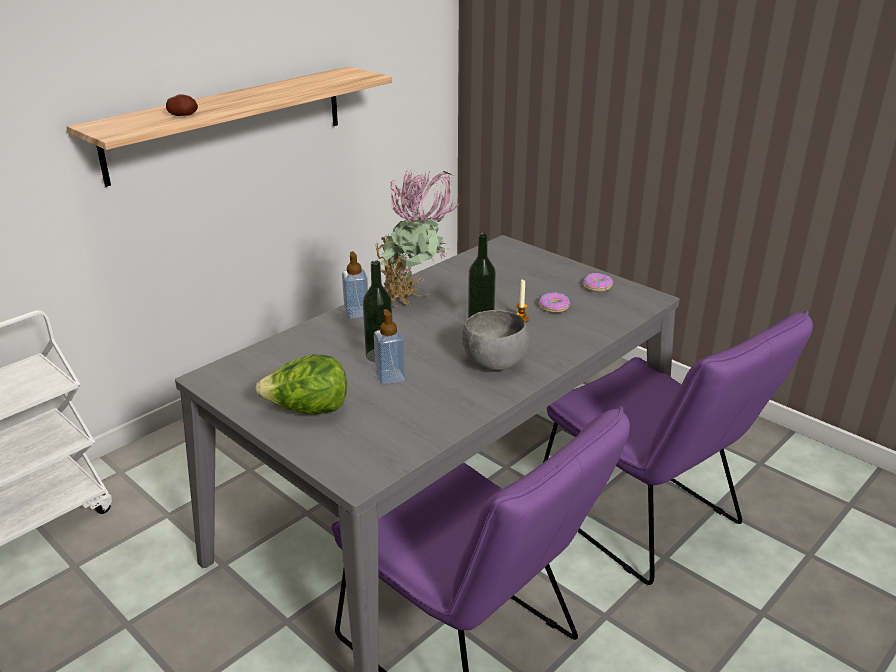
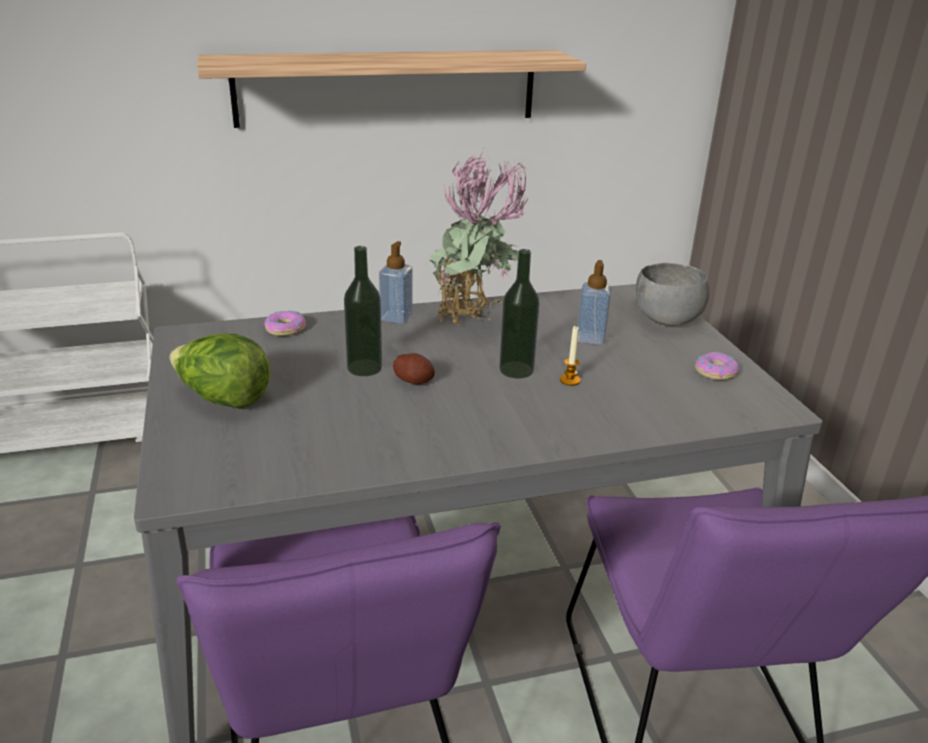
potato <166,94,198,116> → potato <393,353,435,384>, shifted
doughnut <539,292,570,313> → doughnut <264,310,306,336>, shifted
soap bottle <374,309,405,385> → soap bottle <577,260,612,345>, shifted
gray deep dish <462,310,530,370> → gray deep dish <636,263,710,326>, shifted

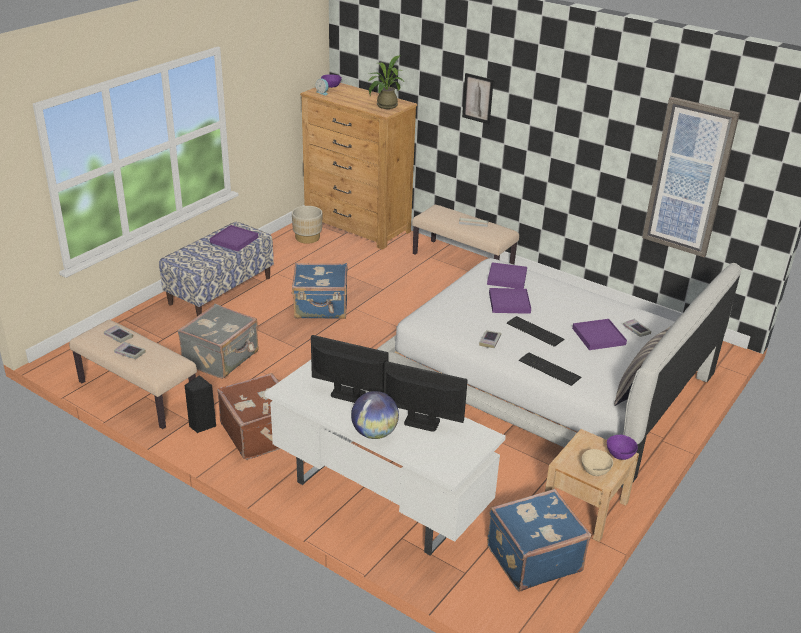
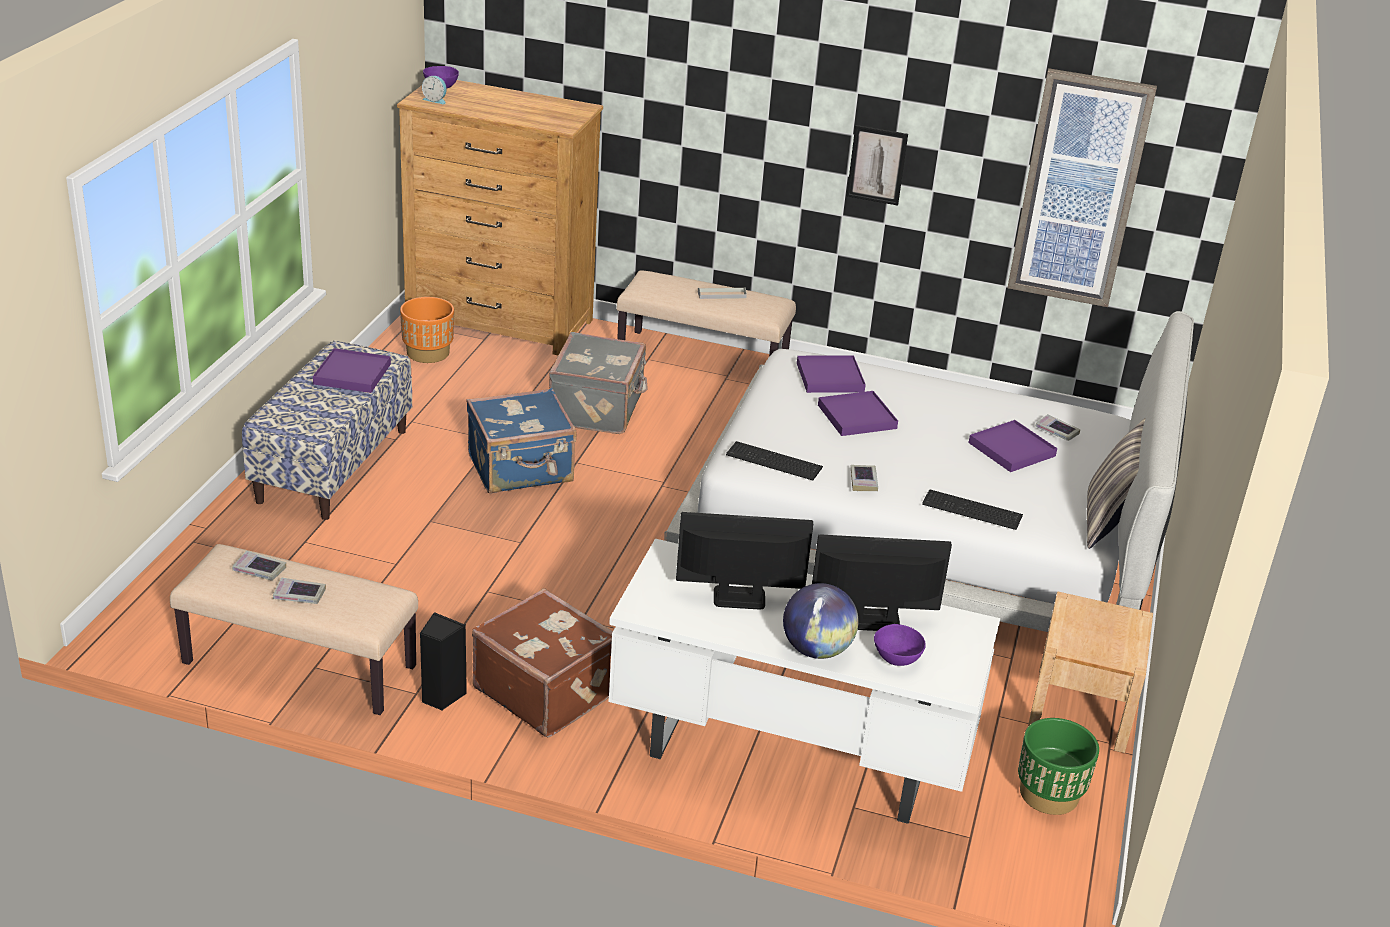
plant in a pot <369,55,406,109> → -
wall picture <462,73,494,124> → wall picture <847,125,908,206>, shifted
sand-coloured planter <292,206,322,244> → orangey planter <400,297,454,363>
gray piece of luggage <178,304,259,379> → gray piece of luggage <549,332,647,434>, shifted
keyboard <507,316,565,347> → keyboard <726,441,823,480>, shifted
purple-coloured deep dish <607,435,638,460> → purple-coloured deep dish <874,624,926,666>, shifted
sand-coloured deep dish <582,449,613,476> → -
blue piece of luggage <487,489,591,592> → green planter <1018,718,1099,815>

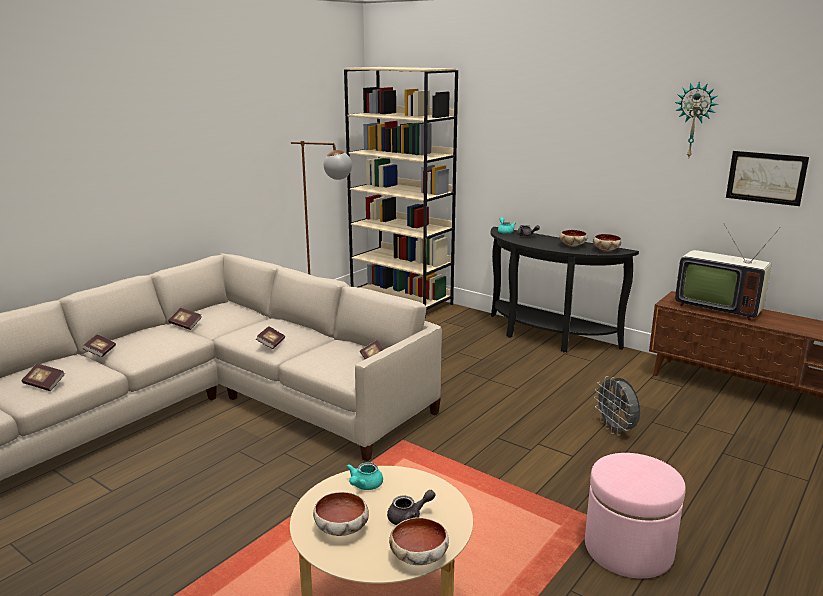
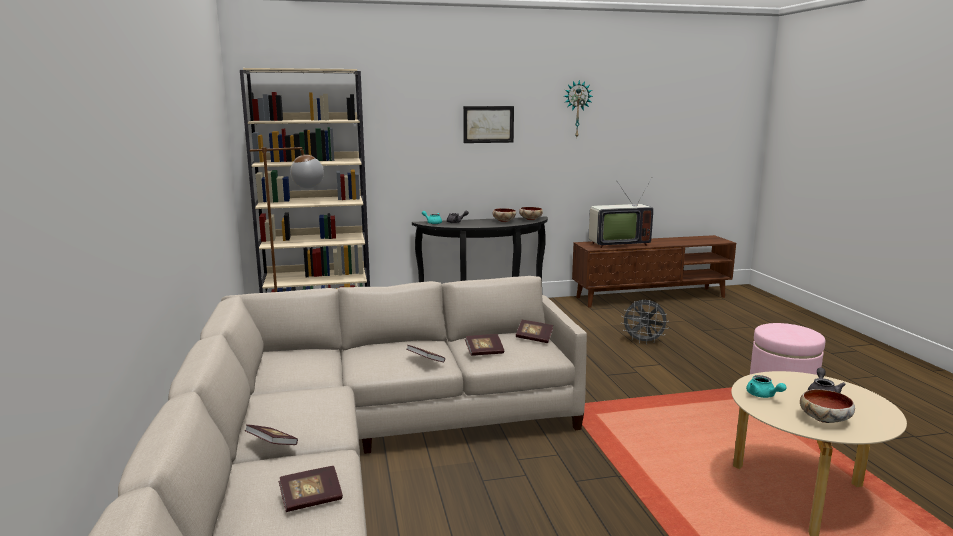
wall picture <726,151,809,206> → wall picture <463,106,514,143>, shifted
volume <168,308,202,330> → volume <465,334,504,356>, shifted
deep dish <389,517,449,565> → -

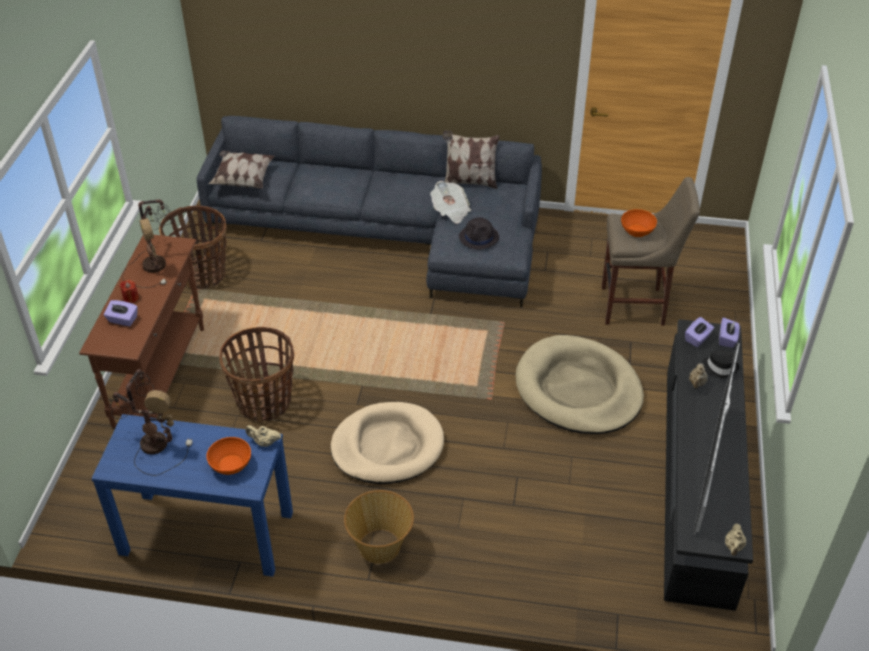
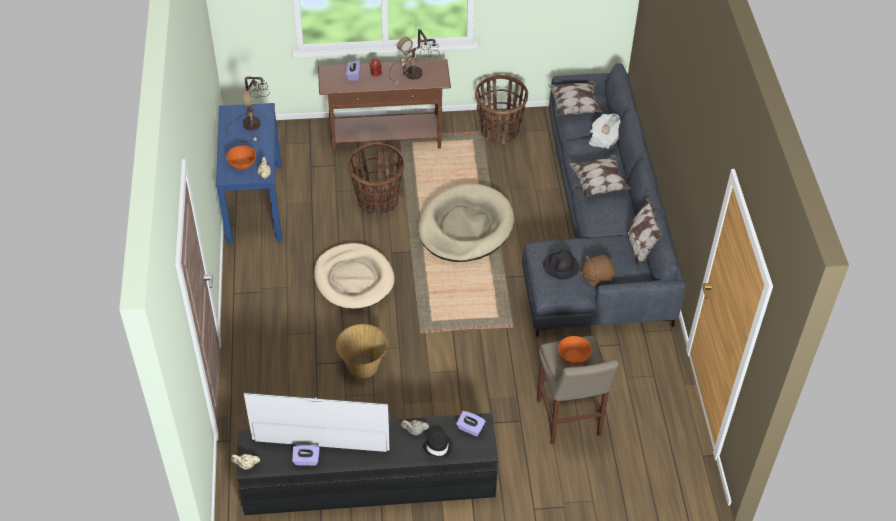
newspaper <430,181,471,224> → newspaper <589,114,621,149>, shifted
purple-coloured box of tissues <719,317,740,348> → purple-coloured box of tissues <292,445,320,466>, shifted
sand-coloured dog cushion <516,335,644,434> → sand-coloured dog cushion <418,183,514,262>, shifted
storage basket <344,490,414,564> → storage basket <336,324,388,378>, shifted
- → throw pillow <569,154,631,198>
- → brownish soft toy <580,255,615,286>

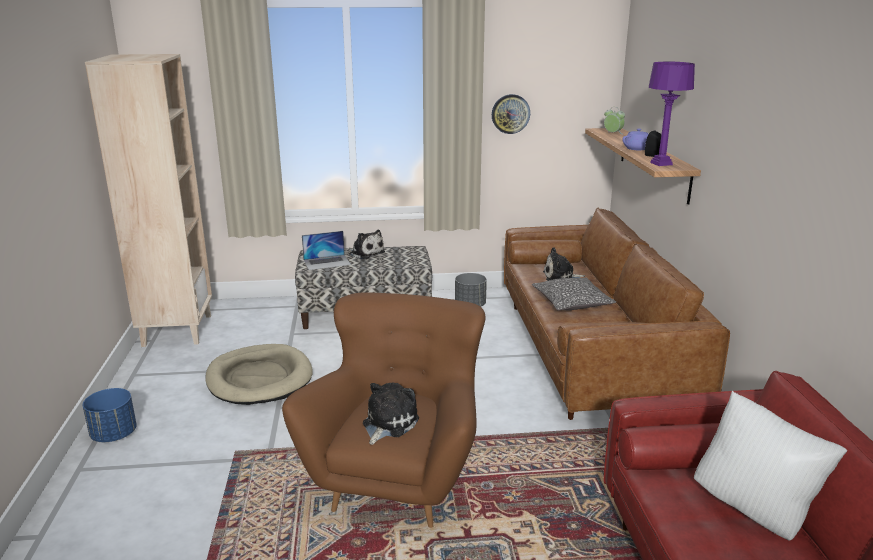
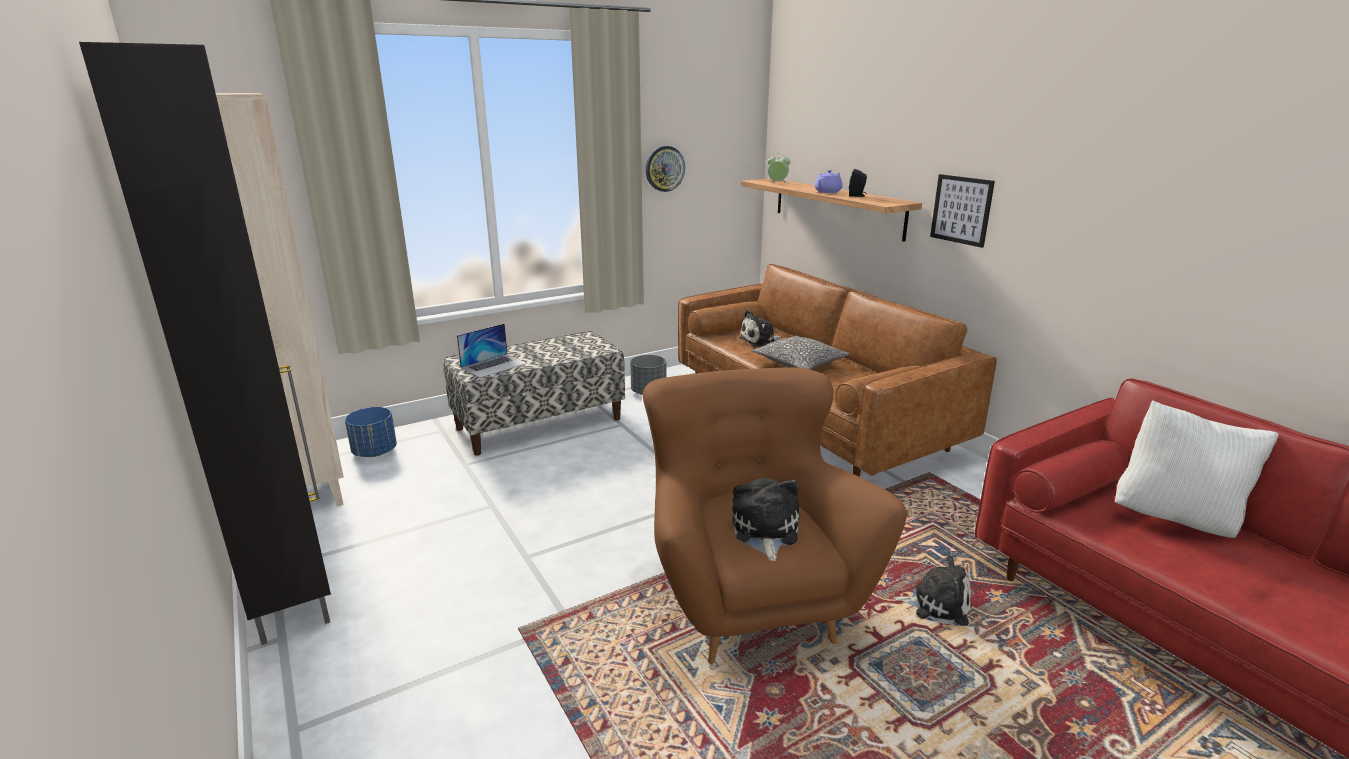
purple-coloured tabletop lamp <649,61,695,166> → -
soft toy <347,230,385,259> → soft toy <893,555,971,626>, shifted
sand-coloured dog cushion <205,344,313,405> → -
blue planter <83,388,137,442> → blue planter <345,407,397,457>, shifted
- → black cabinet <79,42,331,645>
- → wall picture <930,174,995,248>

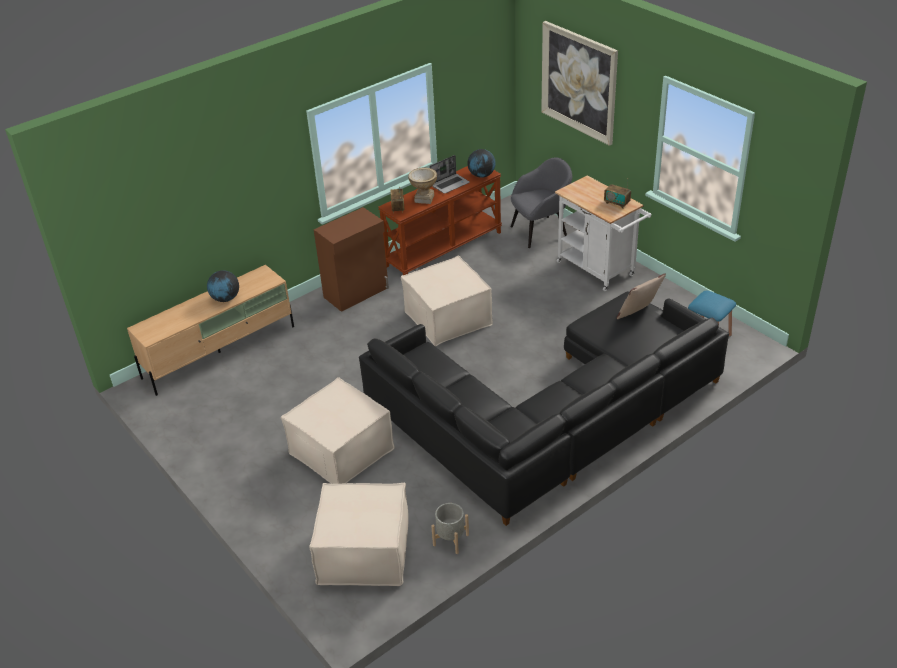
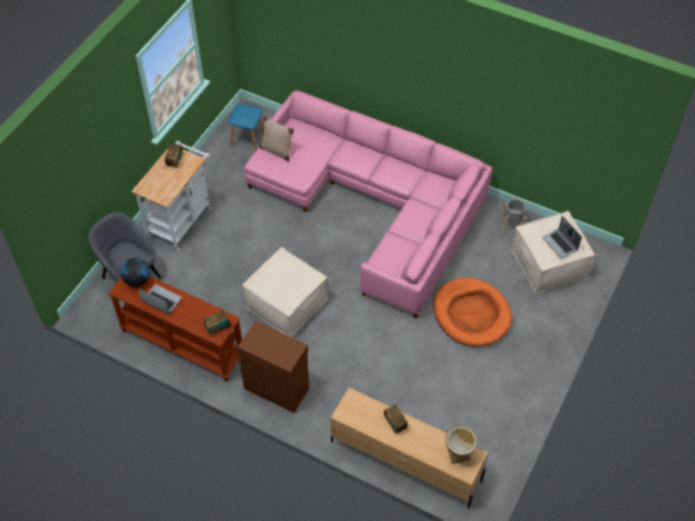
wall picture <541,21,618,146> → -
flower vase <408,168,437,204> → flower vase <445,426,478,464>, shifted
desk globe <207,270,239,302> → radio <384,404,408,434>
black couch <359,291,729,526> → pink-coloured couch <244,90,492,319>
sand-coloured ottoman <281,377,395,484> → orangey dog cushion <433,278,512,347>
- → laptop <542,216,582,259>

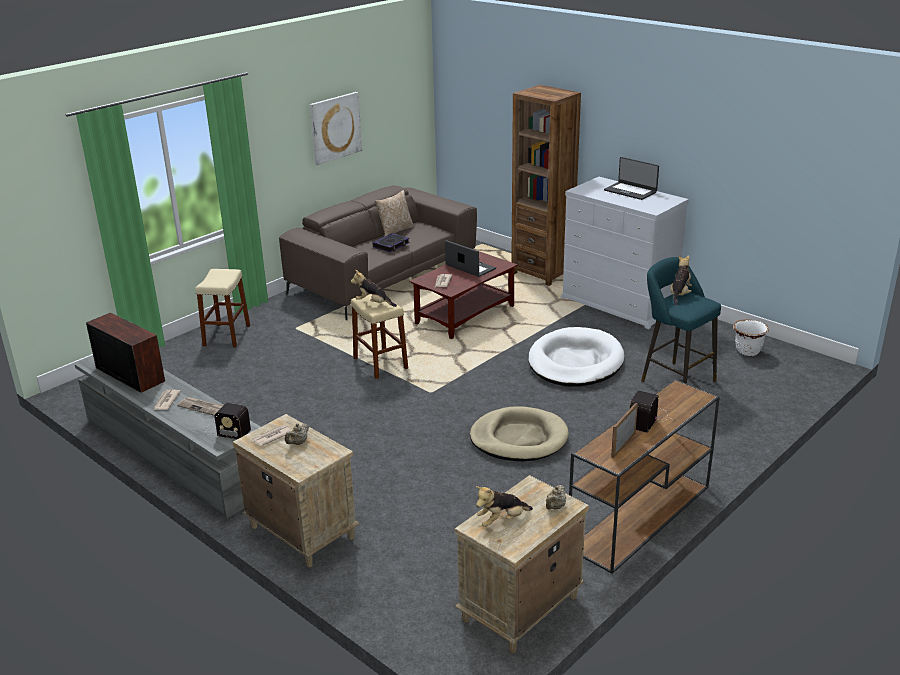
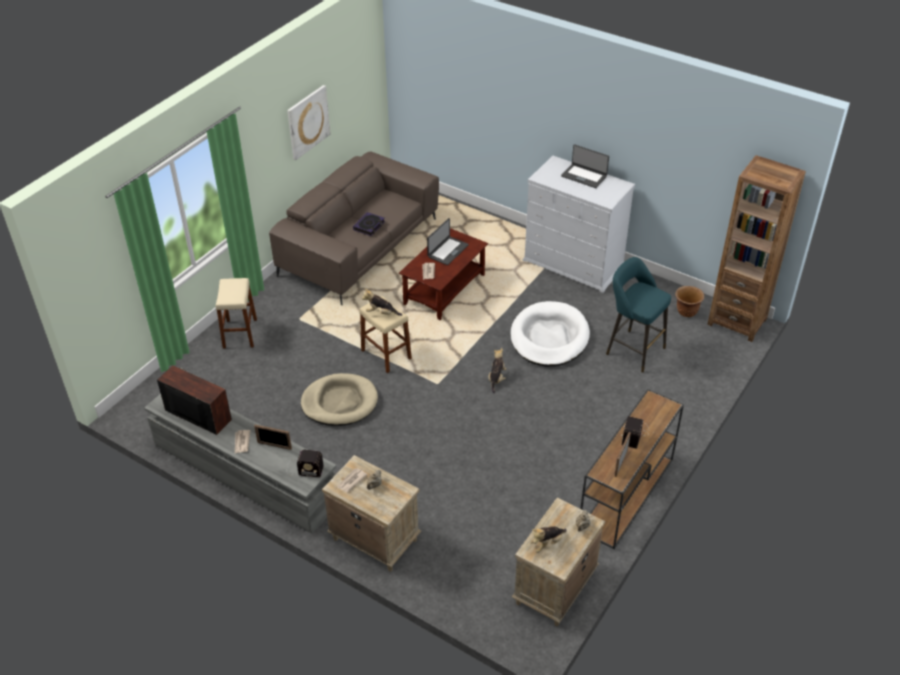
brownish bookshelf <511,85,581,286> → brownish bookshelf <707,155,806,342>, shifted
throw pillow <375,190,415,236> → -
laptop <445,240,496,277> → laptop <427,218,469,265>, 90 degrees clockwise
soft toy <670,255,692,305> → soft toy <488,348,506,394>, shifted
white planter <733,319,769,356> → brownish planter <675,286,704,317>
newspaper <177,397,223,416> → photo frame <254,425,292,450>
sand-coloured dog cushion <470,406,569,461> → sand-coloured dog cushion <301,373,378,426>, shifted

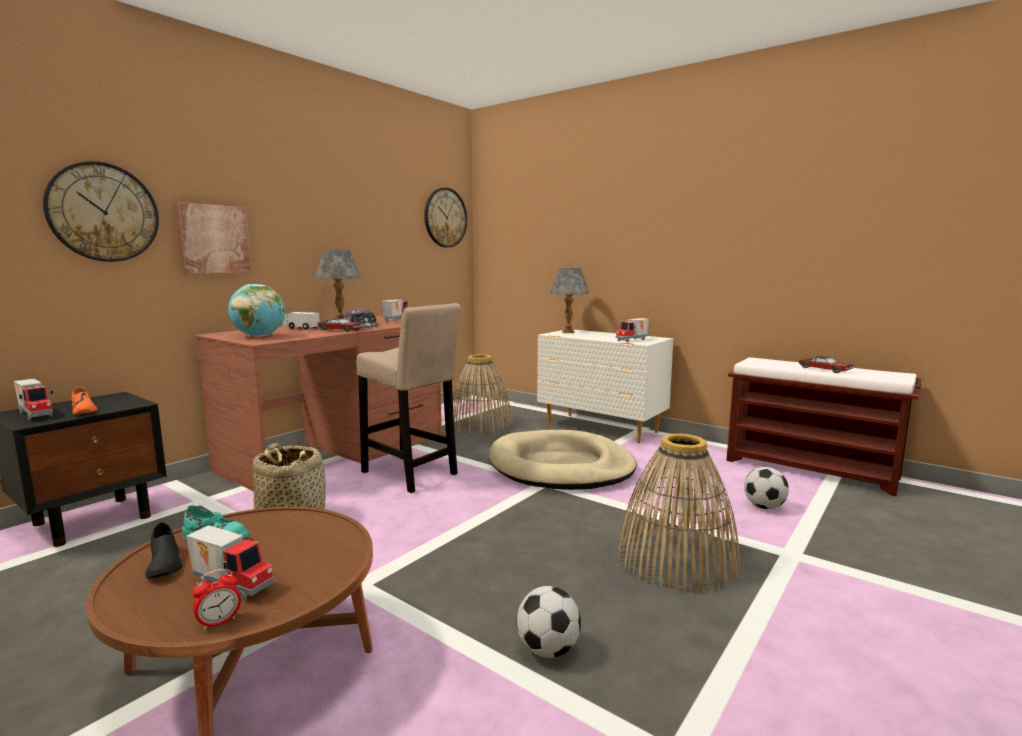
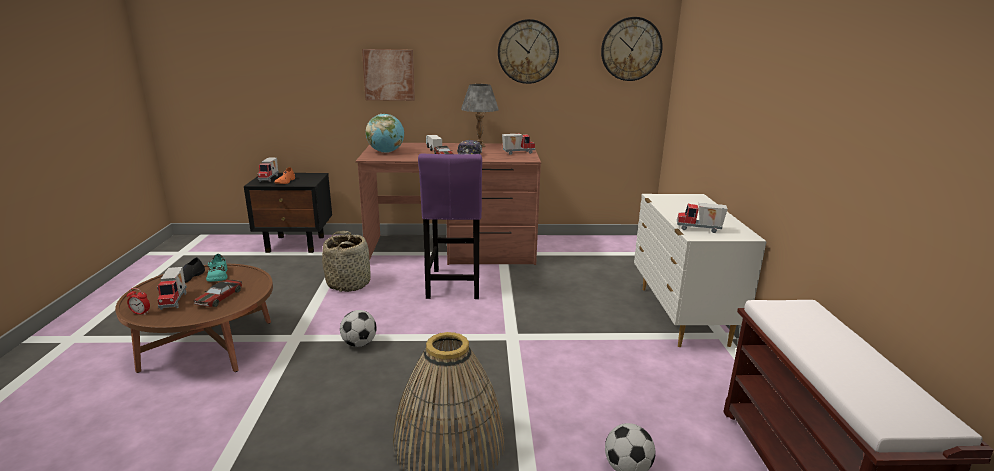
hanging clock <43,161,159,262> → hanging clock <498,19,559,84>, shifted
gray tabletop lamp <550,268,589,333> → -
sand-coloured sitting stool <356,303,461,493> → purple-coloured sitting stool <418,154,482,299>
storage basket <452,354,512,434> → -
model car <798,356,853,373> → model car <194,279,242,307>, shifted
sand-coloured dog cushion <489,430,636,490> → -
football ball <517,586,581,658> → football ball <340,310,377,347>, shifted

